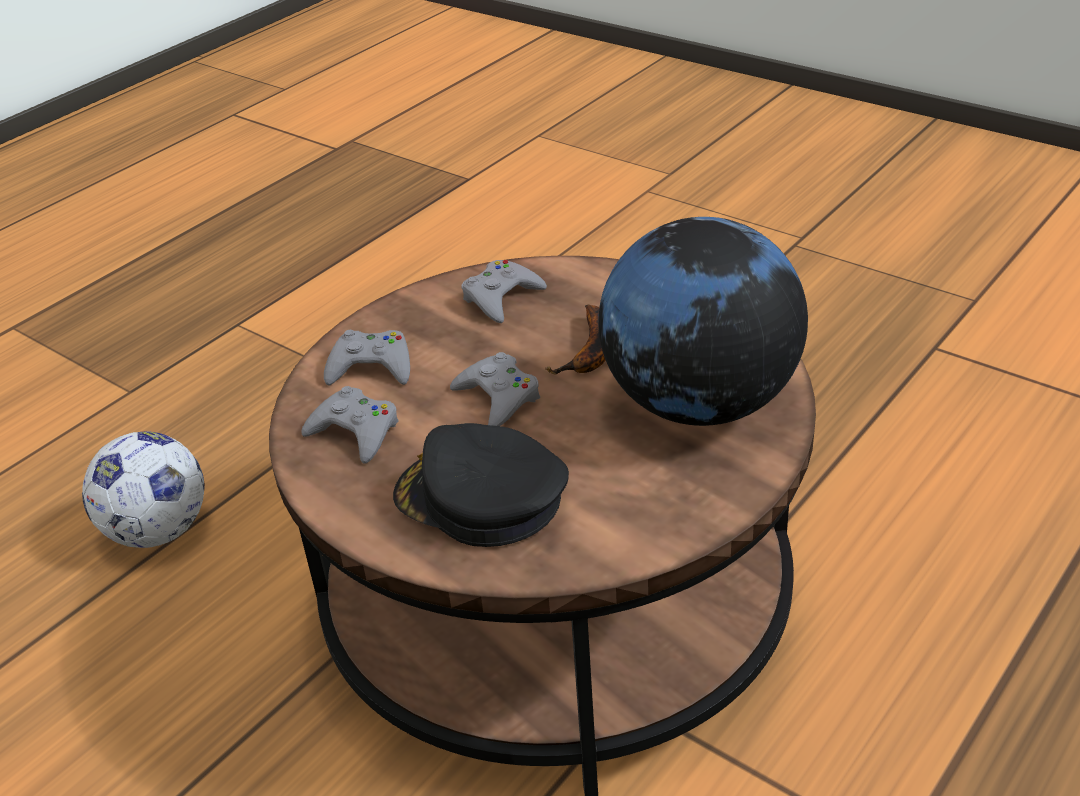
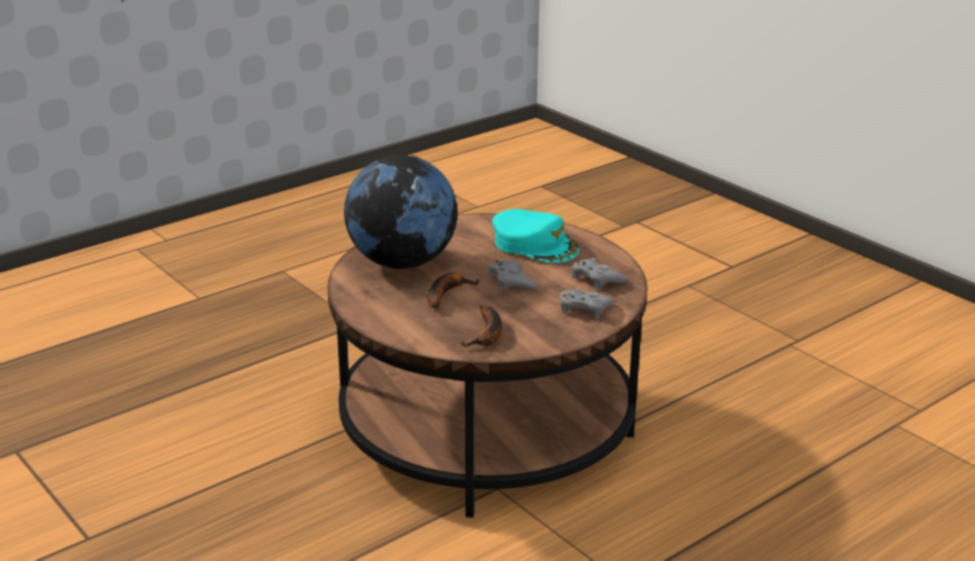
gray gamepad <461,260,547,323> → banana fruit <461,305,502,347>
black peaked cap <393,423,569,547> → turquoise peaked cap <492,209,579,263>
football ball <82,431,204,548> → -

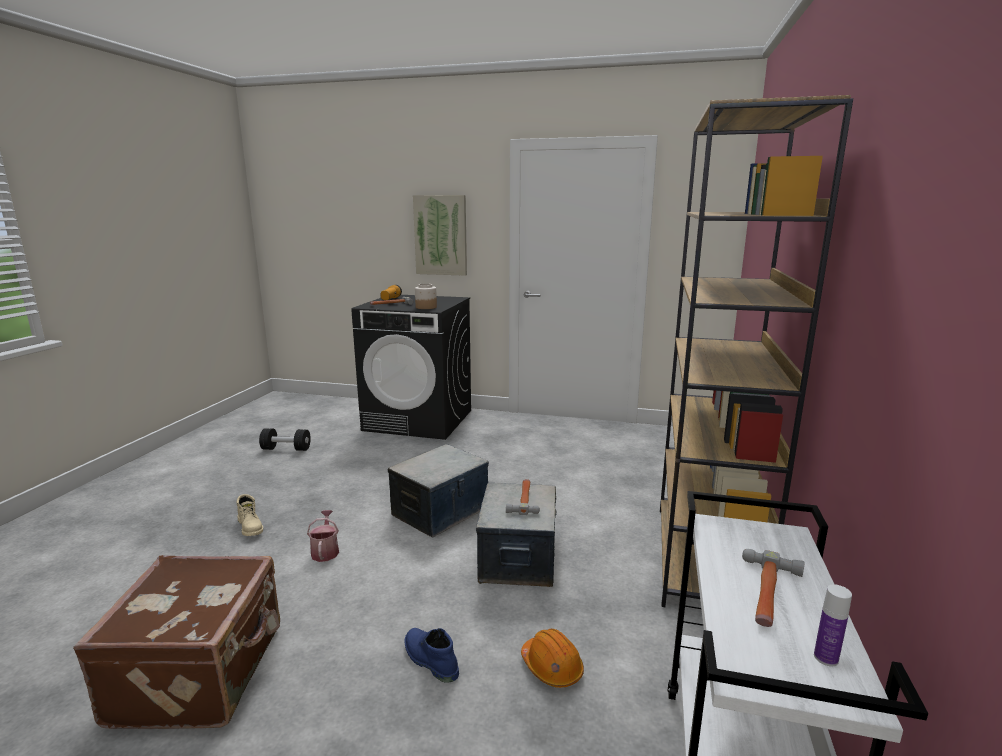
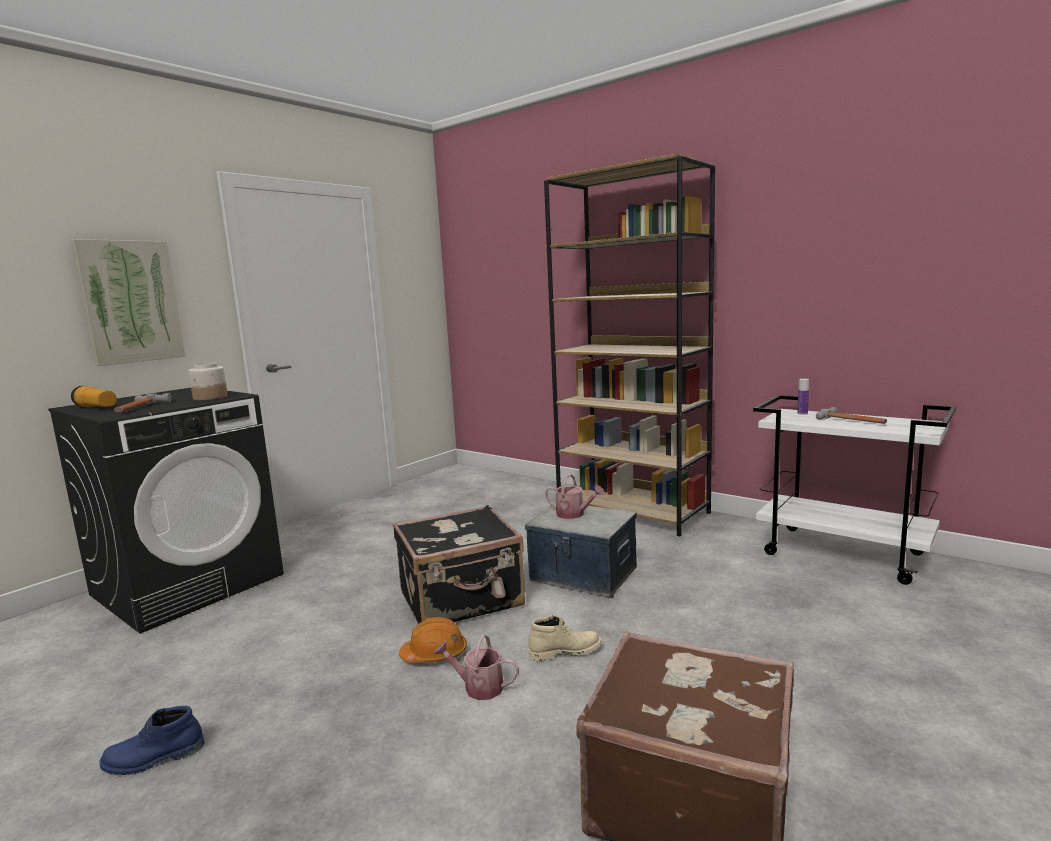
black dumbbell <259,428,311,451> → -
storage bin <388,444,489,538> → black piece of luggage <393,505,525,624>
hammer <506,479,540,515> → watering pot <545,474,605,519>
sand-coloured tall boot <237,494,263,536> → sand-coloured tall boot <528,615,601,661>, shifted
bottle <814,584,852,666> → bottle <797,379,809,415>, shifted
blue tall boot <404,628,459,683> → blue tall boot <99,706,205,775>, shifted
orangey hard hat <521,629,584,688> → orangey hard hat <399,617,467,663>, shifted

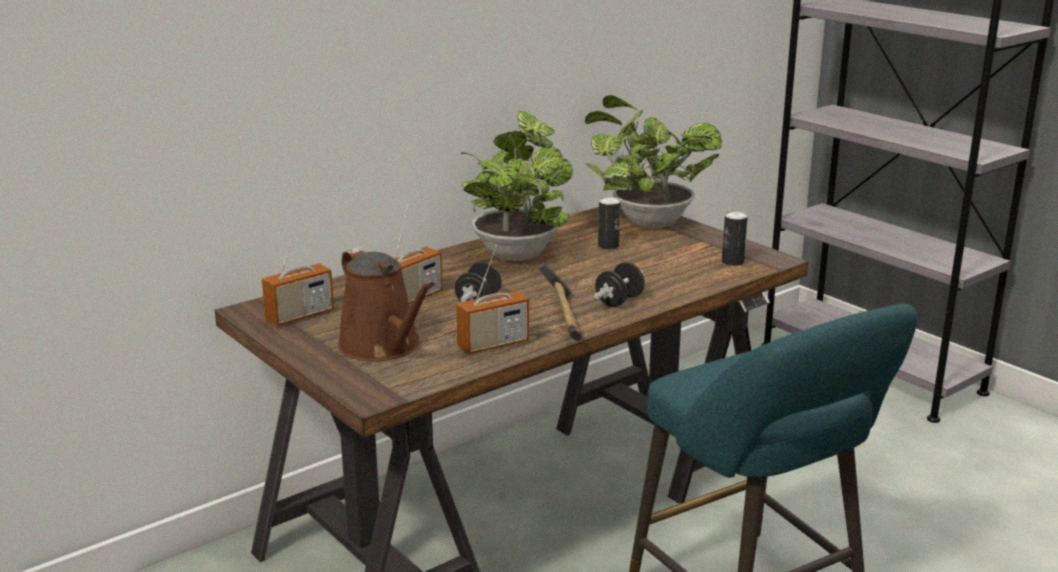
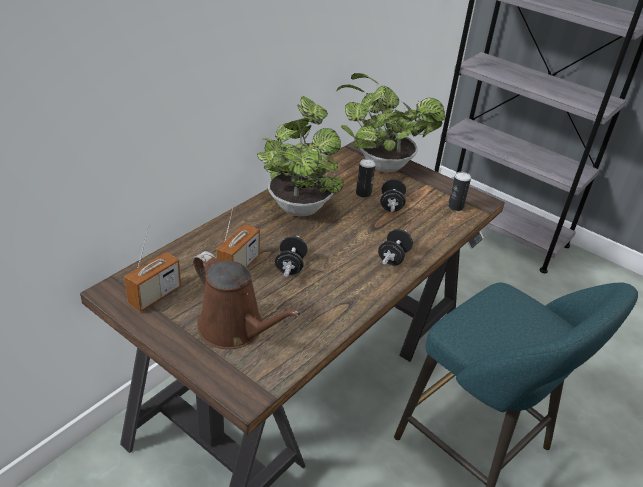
radio <456,244,529,354> → -
hammer <538,263,582,341> → -
- → black dumbbell <380,179,406,212>

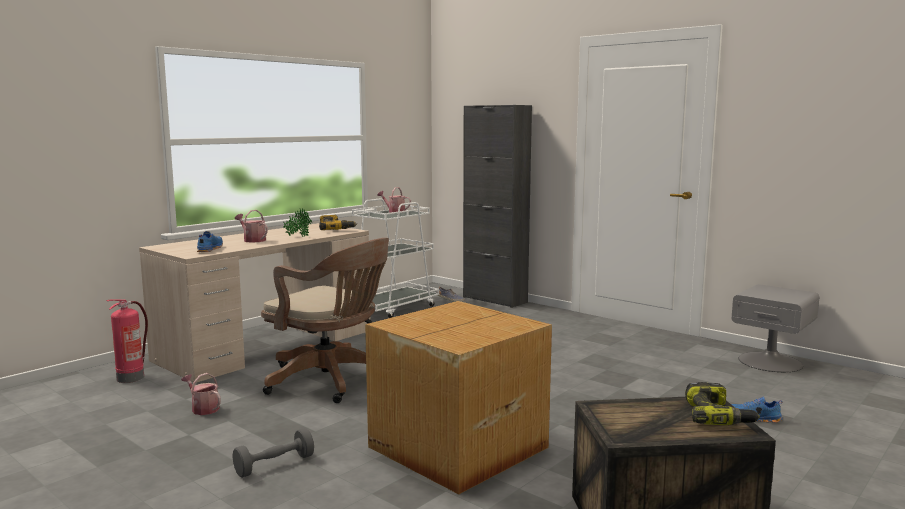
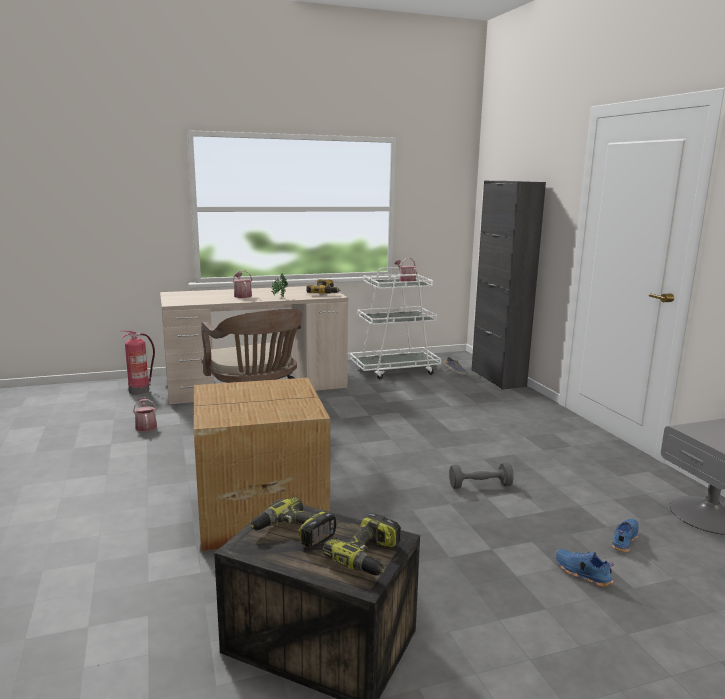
blue item of footwear <197,231,223,252> → blue item of footwear <612,519,639,553>, shifted
gray dumbbell <233,428,314,478> → gray dumbbell <449,462,514,489>, shifted
- → electric drill <250,497,336,548>

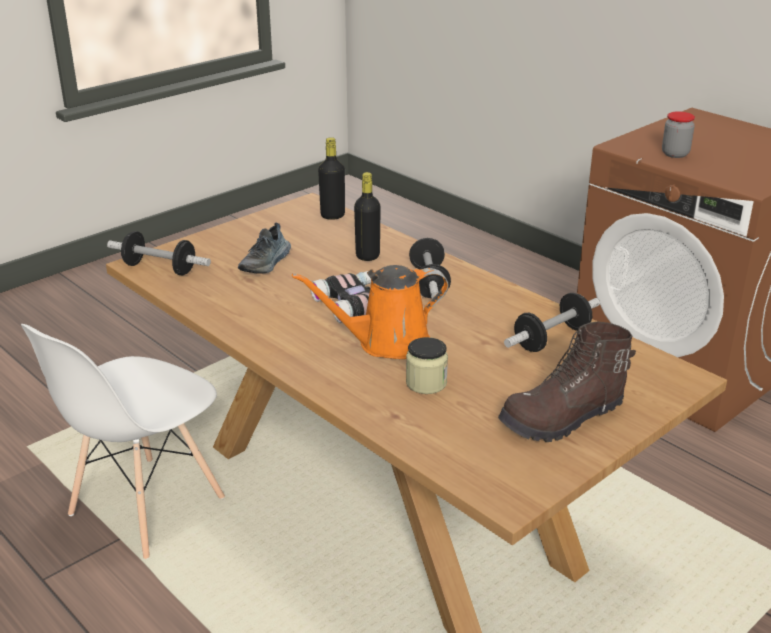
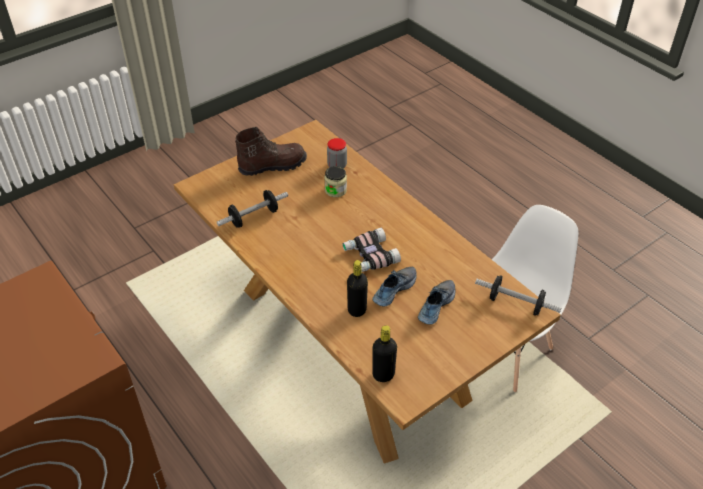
jar <662,111,695,158> → jar <327,138,347,169>, shifted
dumbbell <409,238,451,299> → -
orangey watering pot <292,265,449,359> → -
- → item of footwear <372,267,417,306>

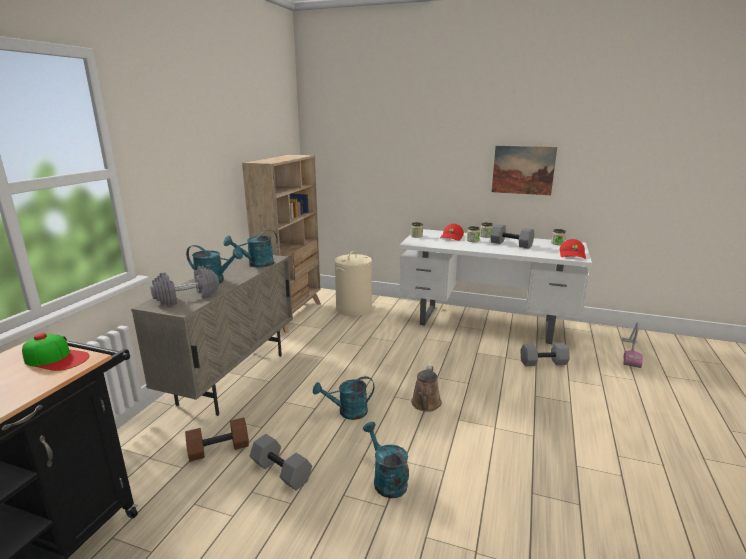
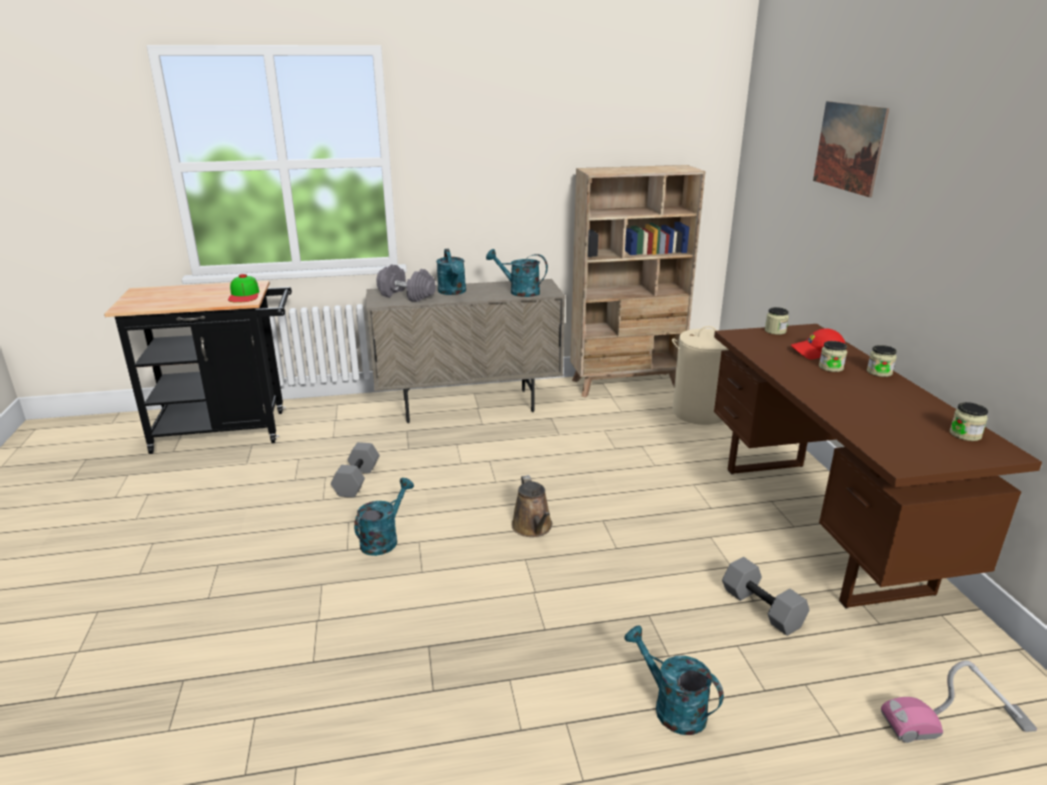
wall picture <492,146,557,195> → wall picture <813,101,889,197>, shifted
gray dumbbell <490,224,534,249> → -
white desk table <399,229,592,344> → brownish desk table <714,324,1042,608>
red-coloured peaked cap <560,239,586,259> → -
brownish watering pot <411,366,442,412> → brownish watering pot <511,475,552,537>, 90 degrees counterclockwise
turquoise watering pot <313,376,375,420> → turquoise watering pot <624,625,724,735>, shifted
brownish dumbbell <185,418,249,462> → -

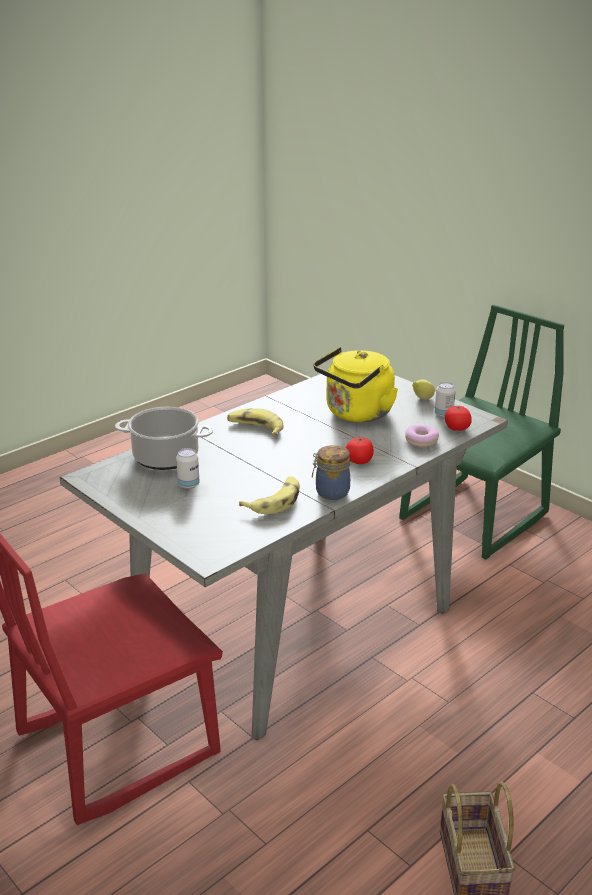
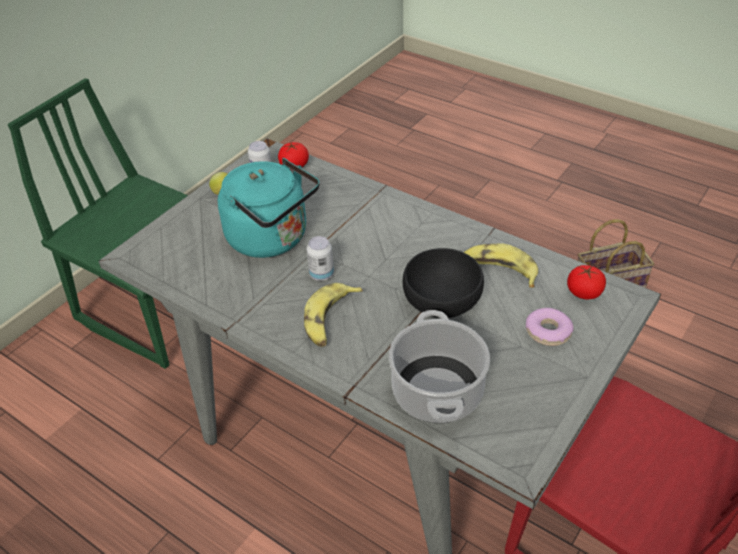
yellow-coloured kettle <314,347,398,422> → turquoise kettle <218,158,319,258>
doughnut <405,425,439,447> → doughnut <526,308,574,346>, shifted
whole tomato <346,437,374,464> → whole tomato <567,265,606,299>, shifted
jar <312,445,350,500> → -
sealed can <176,448,200,489> → sealed can <307,236,334,281>, shifted
- → black deep dish <402,248,484,318>

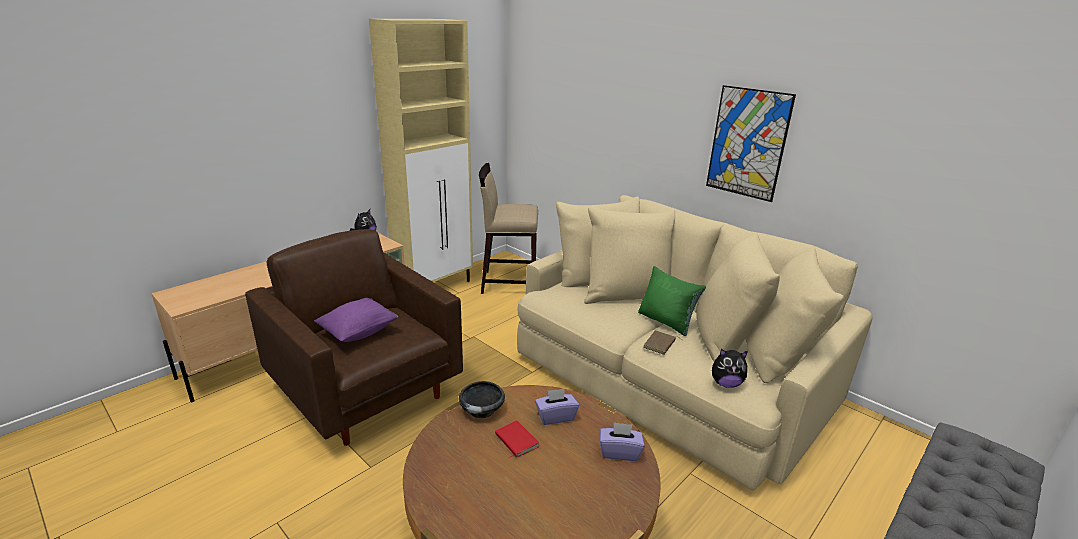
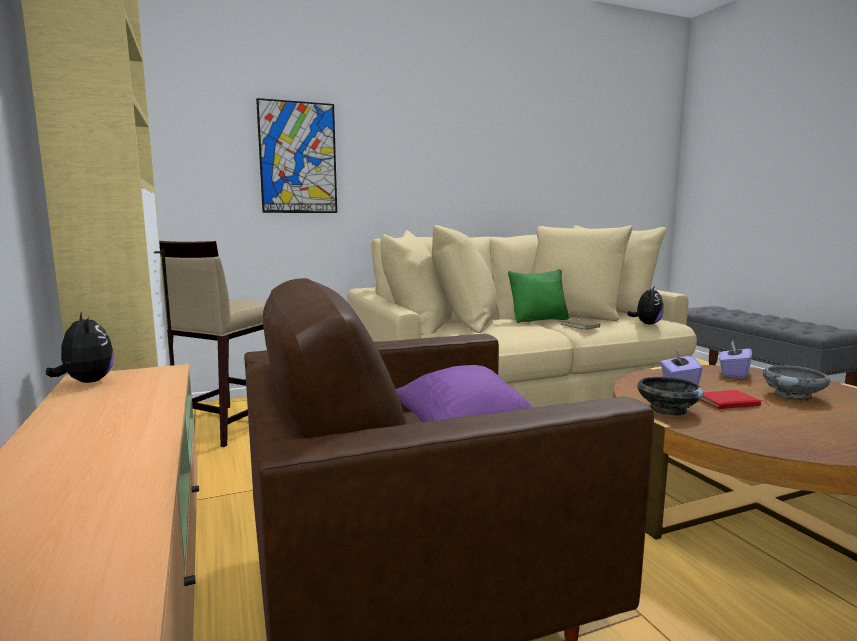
wall picture <706,85,796,202> → wall picture <256,98,337,213>, shifted
- → gray deep dish <763,365,831,401>

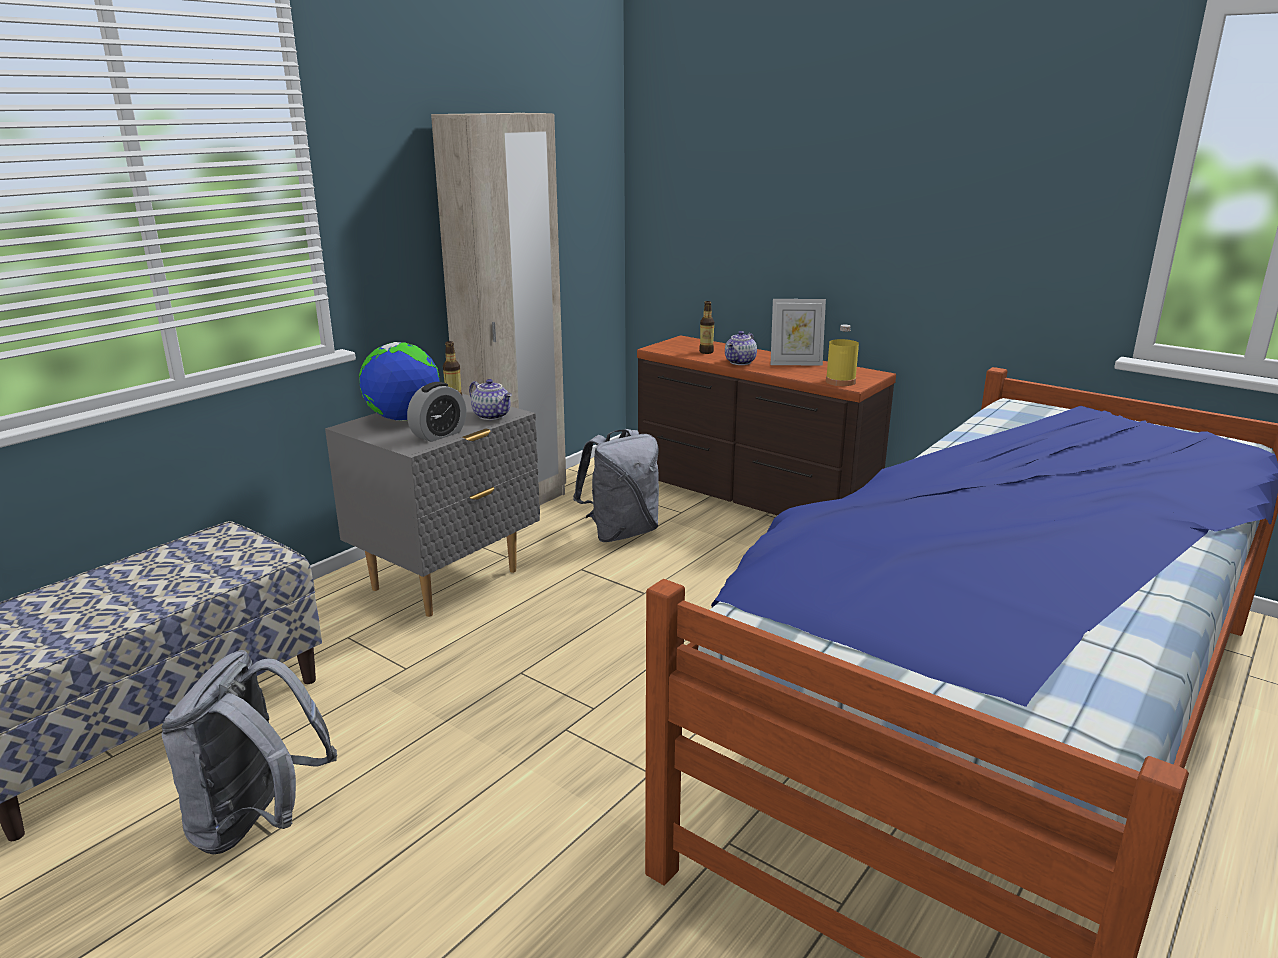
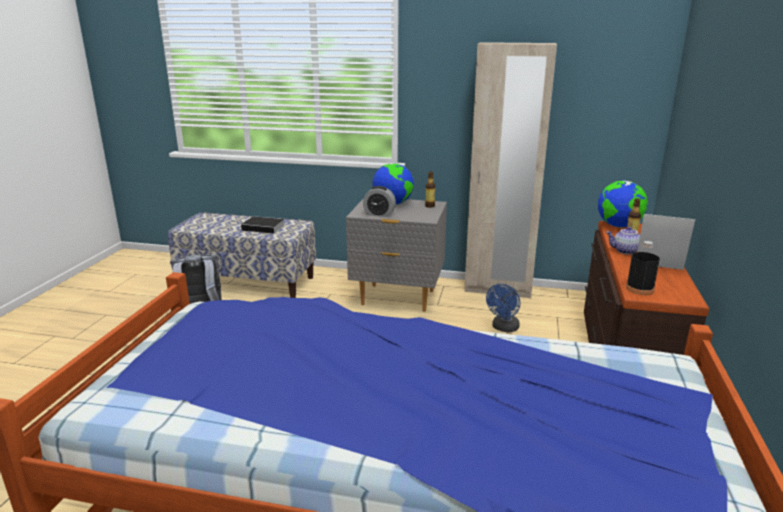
photo frame <770,299,826,366> → photo frame <637,214,695,270>, 135 degrees clockwise
yellow-coloured bottle <826,325,859,386> → black bottle <626,241,660,295>
tea pot <469,379,512,420> → -
gray rucksack <573,429,659,542> → blue fan <486,284,521,332>
- → desk globe <598,180,648,228>
- → volume <241,216,285,234>

